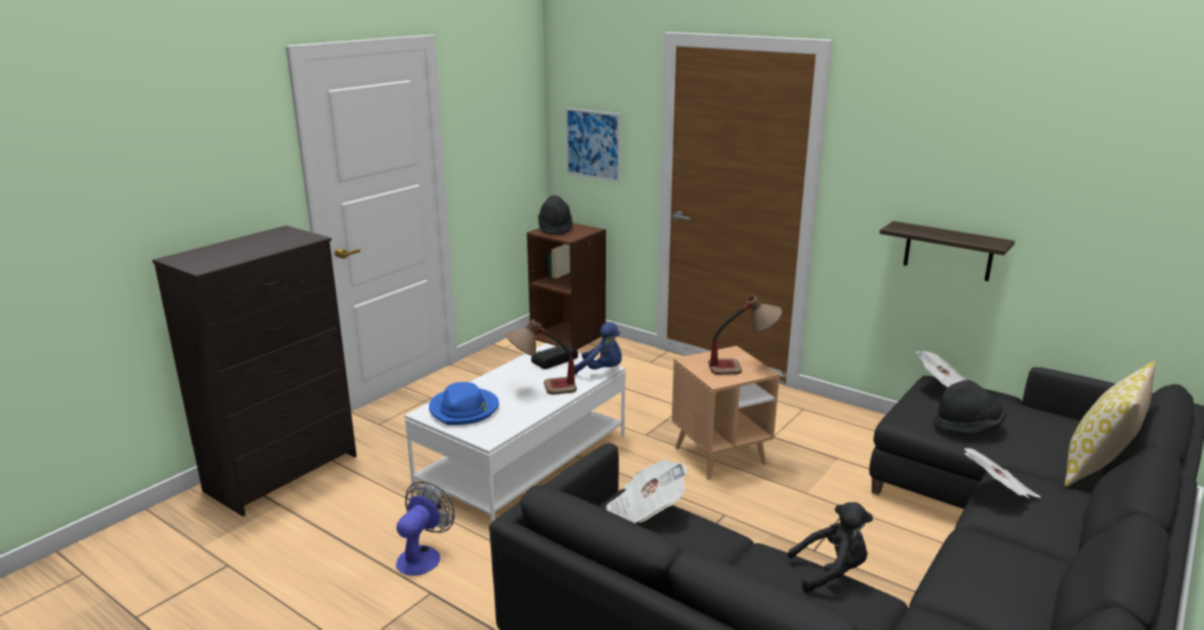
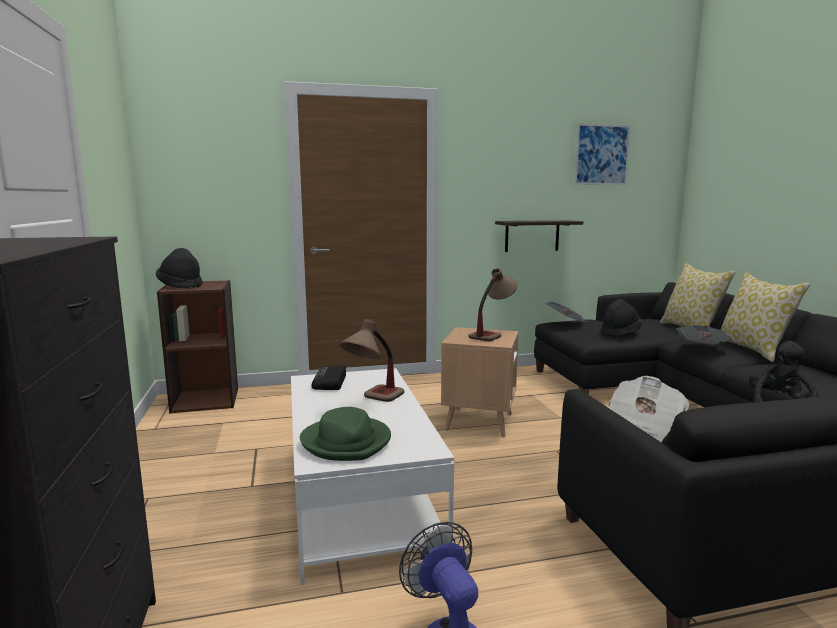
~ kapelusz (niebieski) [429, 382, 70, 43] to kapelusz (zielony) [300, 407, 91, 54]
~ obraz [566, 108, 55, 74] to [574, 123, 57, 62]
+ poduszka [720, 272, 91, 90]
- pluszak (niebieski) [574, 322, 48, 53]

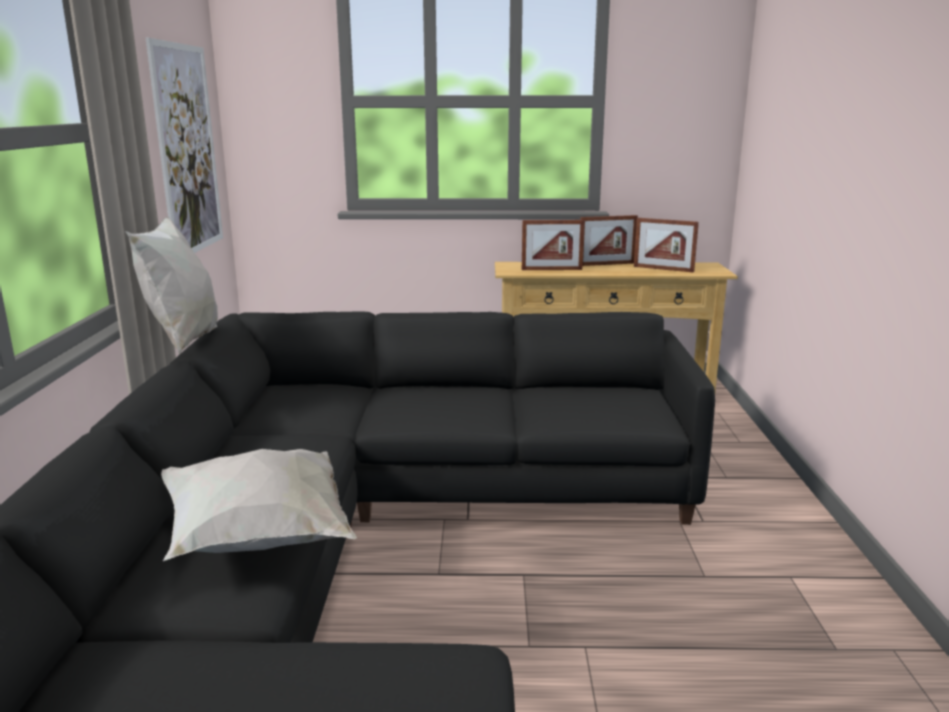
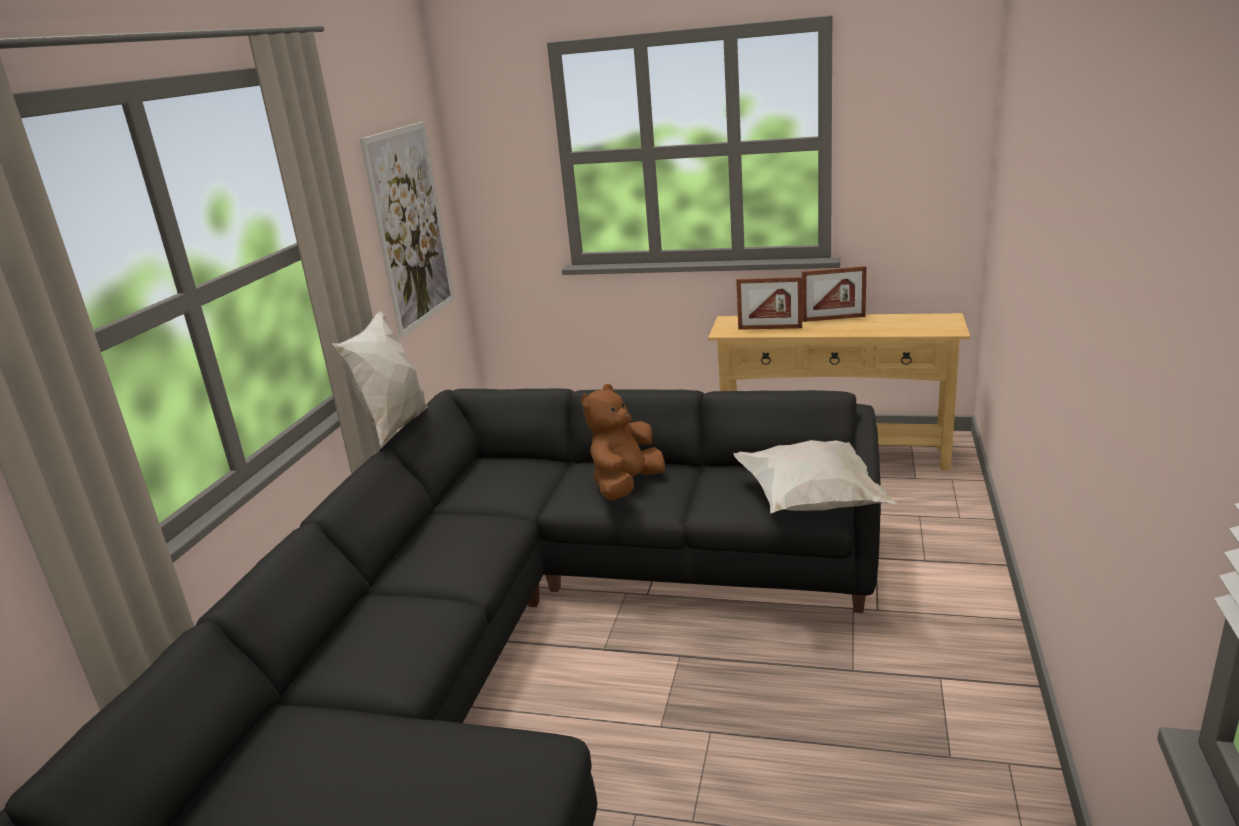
+ pluszak (brązowy) [581, 384, 84, 116]
~ poduszka (biały) [161, 449, 196, 112] to [734, 440, 164, 74]
- ramka na zdjęcie [634, 218, 65, 55]

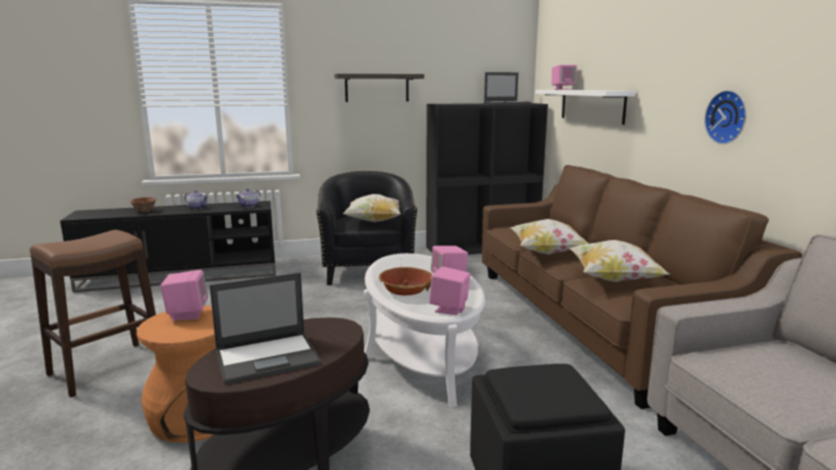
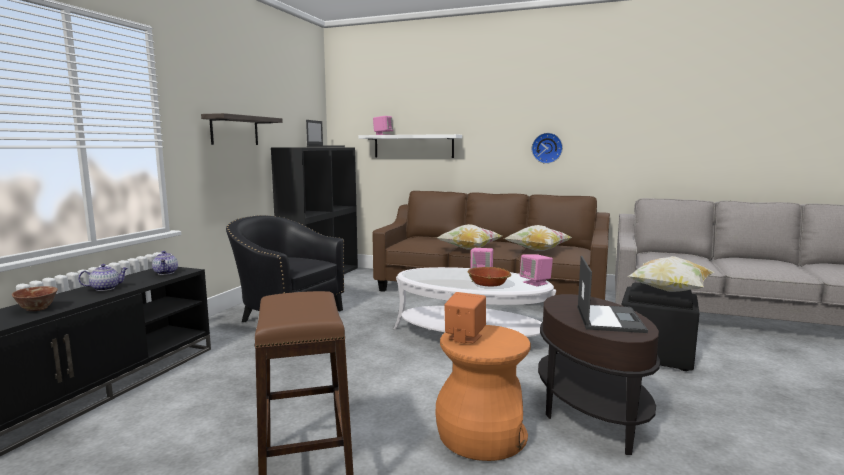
~ głośnik (różowy) [160, 270, 48, 51] to głośnik (pomarańczowy) [444, 292, 42, 51]
~ poduszka [343, 194, 58, 28] to [628, 256, 87, 36]

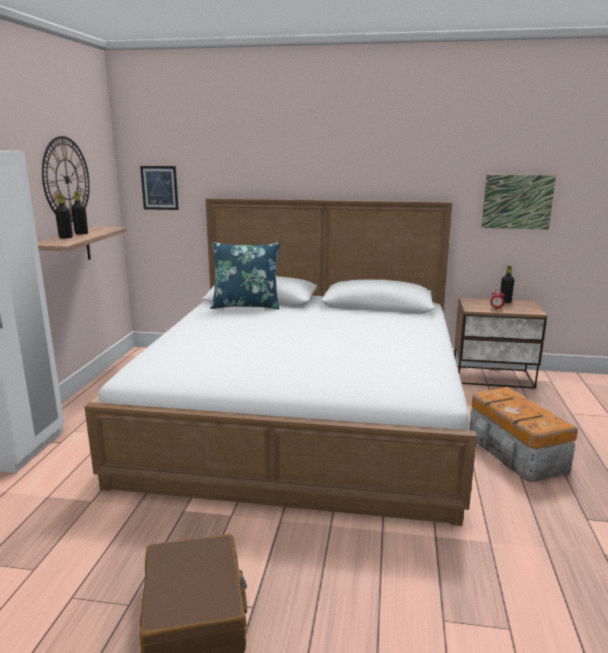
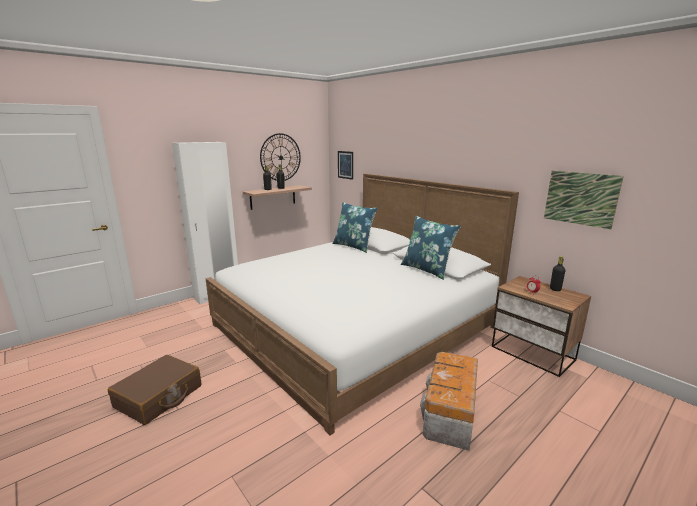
+ poduszka (niebieski) [401, 216, 60, 64]

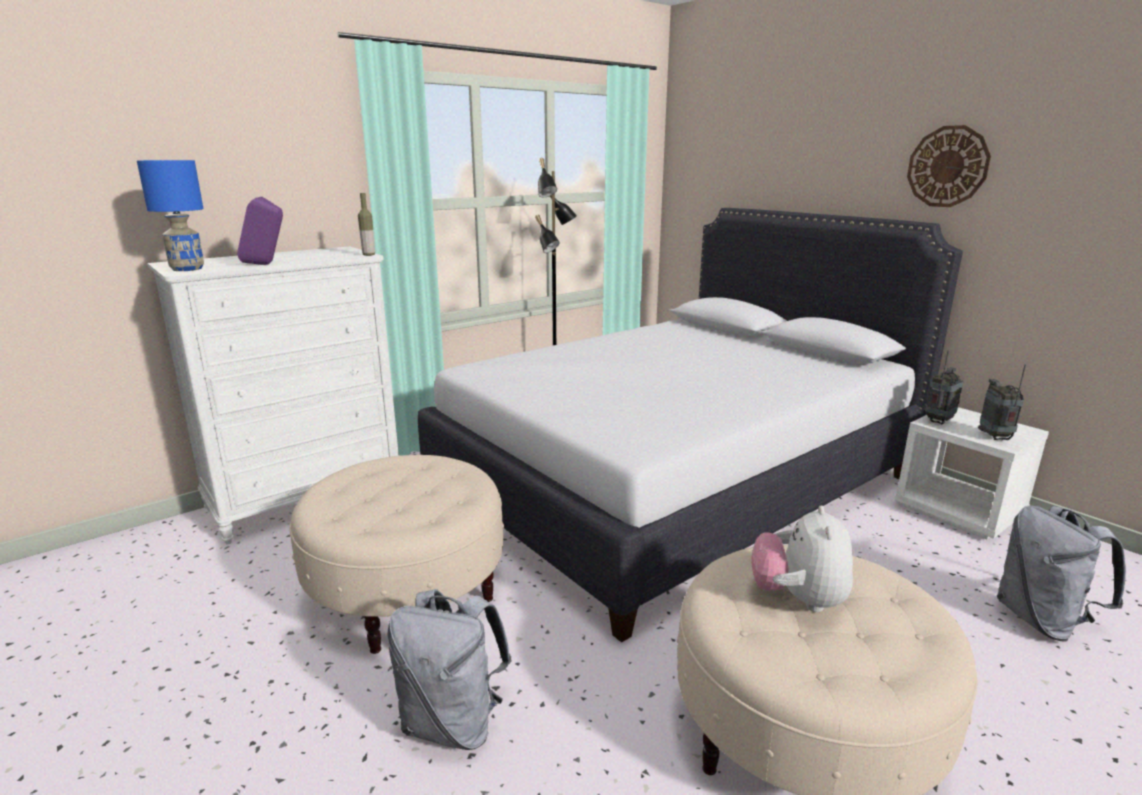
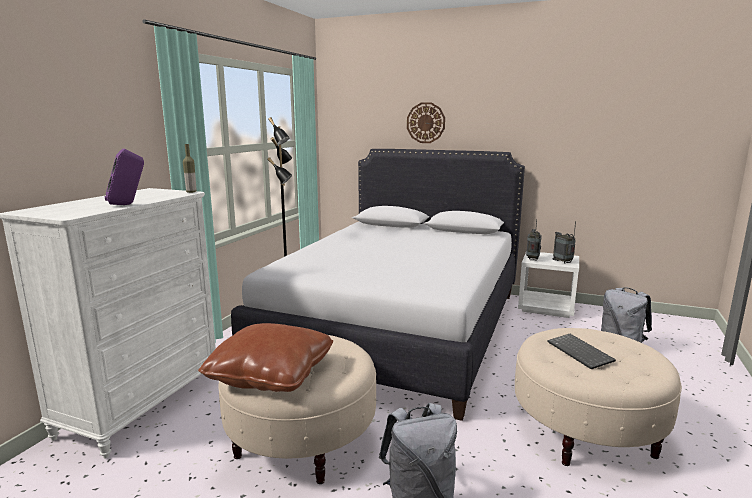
+ poduszka (brązowy) [198, 323, 135, 69]
~ zegar ścienny [907, 125, 84, 82] to [407, 102, 38, 41]
~ pluszak [751, 506, 102, 106] to klawiatura [547, 334, 69, 35]
- lampa stołowa (niebieski) [137, 160, 67, 111]

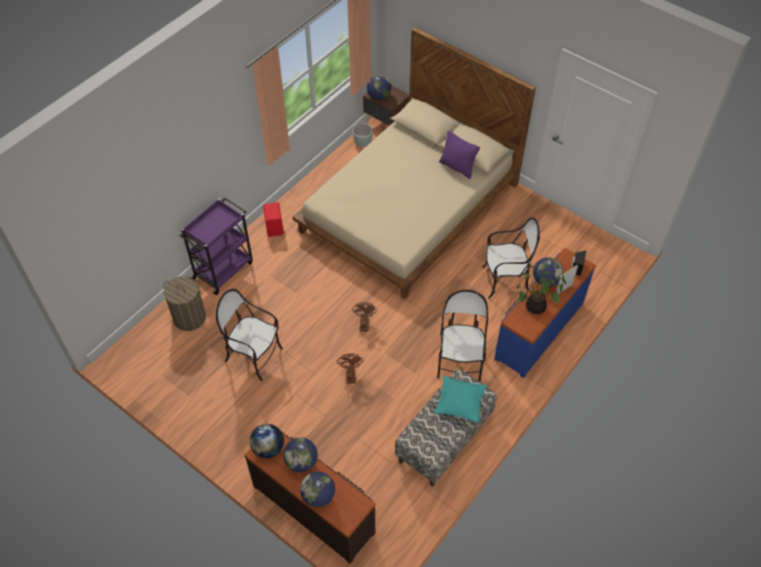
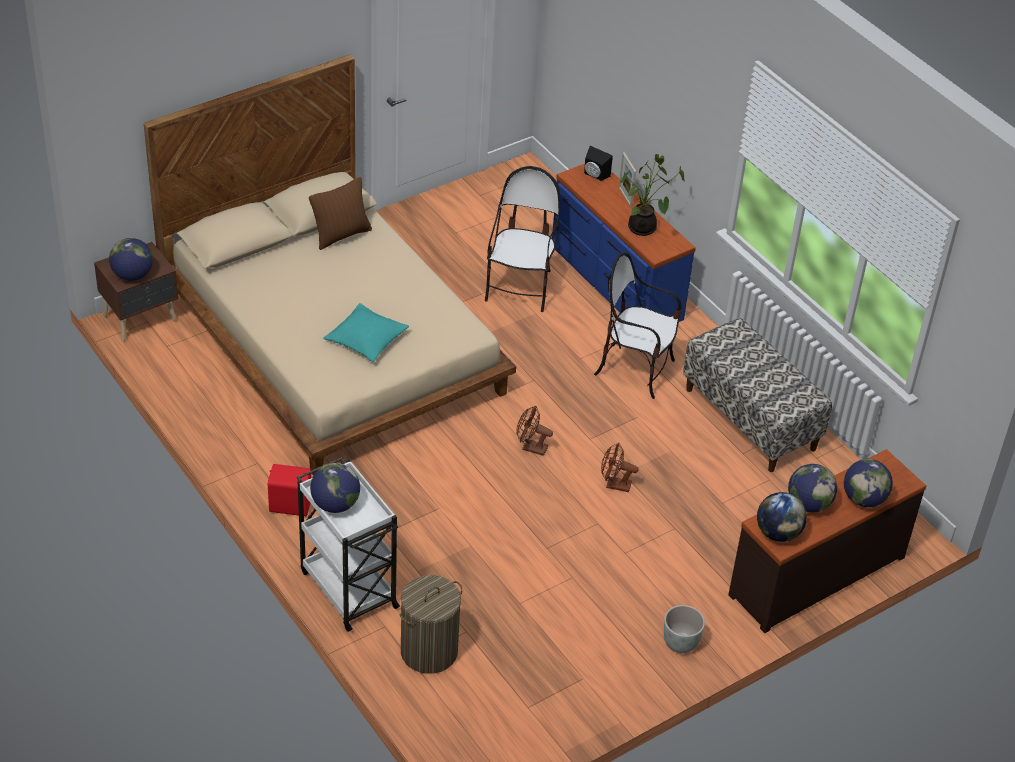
~ wózek (fioletowy) [179, 197, 74, 98] to wózek (biały) [297, 457, 103, 175]
~ poduszka (fioletowy) [439, 131, 41, 48] to poduszka (brązowy) [309, 177, 63, 73]
~ globus [533, 257, 30, 30] to [310, 463, 50, 50]
~ poduszka (turkusowy) [434, 376, 53, 47] to [323, 303, 86, 59]
~ donica (szary) [353, 123, 20, 24] to [664, 605, 41, 48]
- krzesło [216, 289, 67, 92]

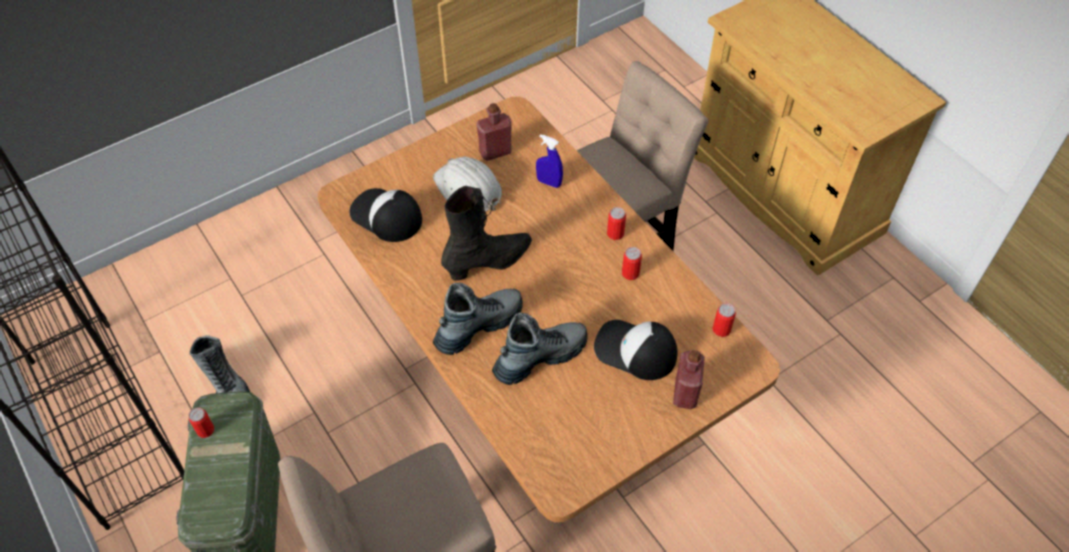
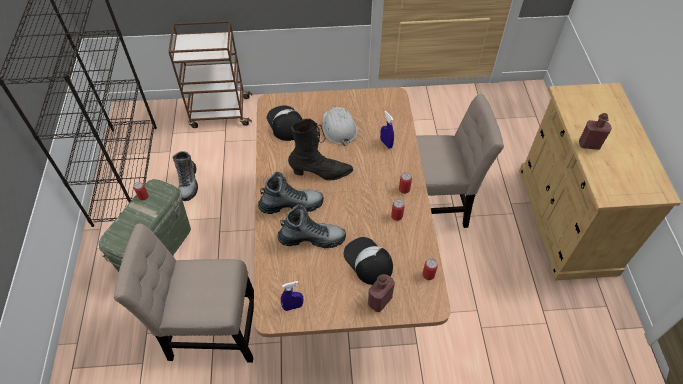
+ wózek (brązowy) [168, 21, 84, 107]
+ spryskiwacz (niebieski) [281, 281, 22, 30]
~ butelka (czerwony) [477, 103, 35, 58] to [579, 113, 33, 37]

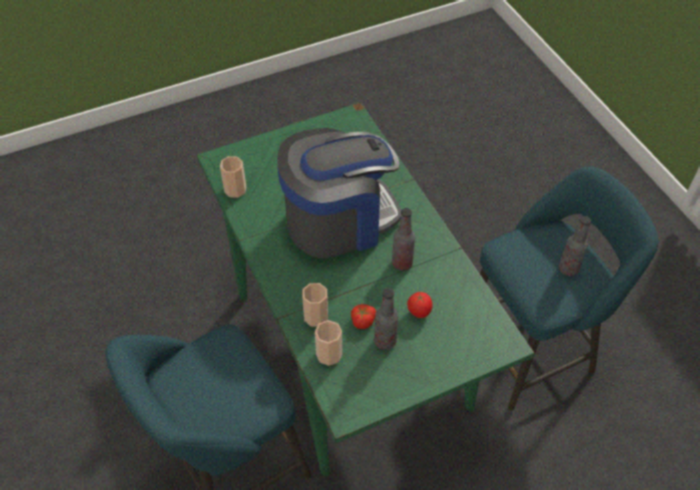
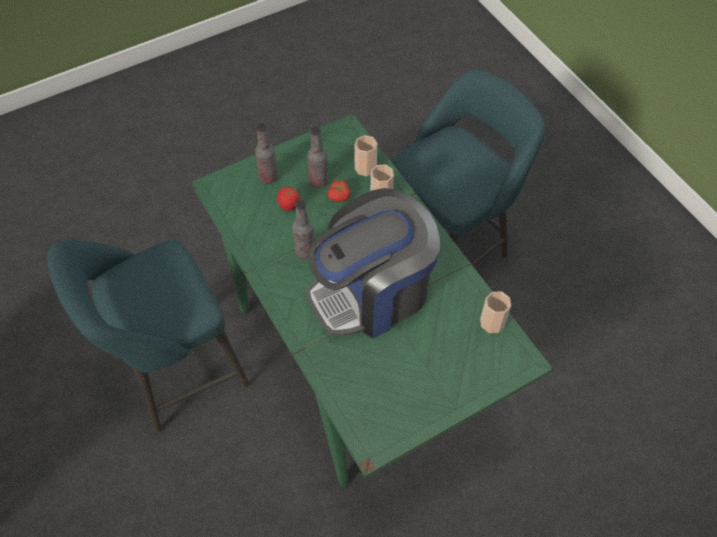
~ butelka [559, 216, 32, 60] to [255, 123, 23, 61]

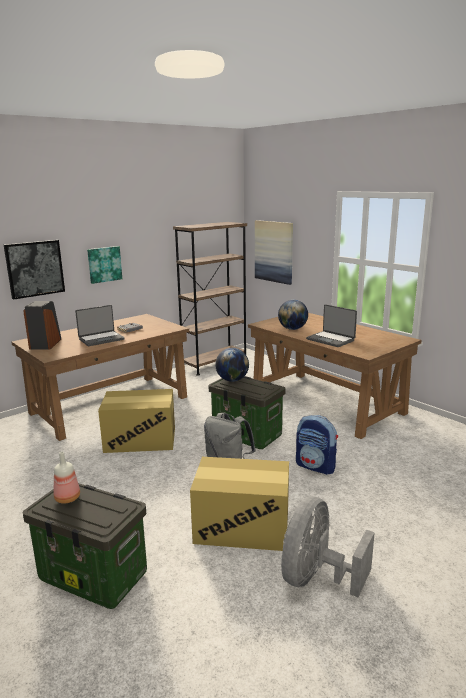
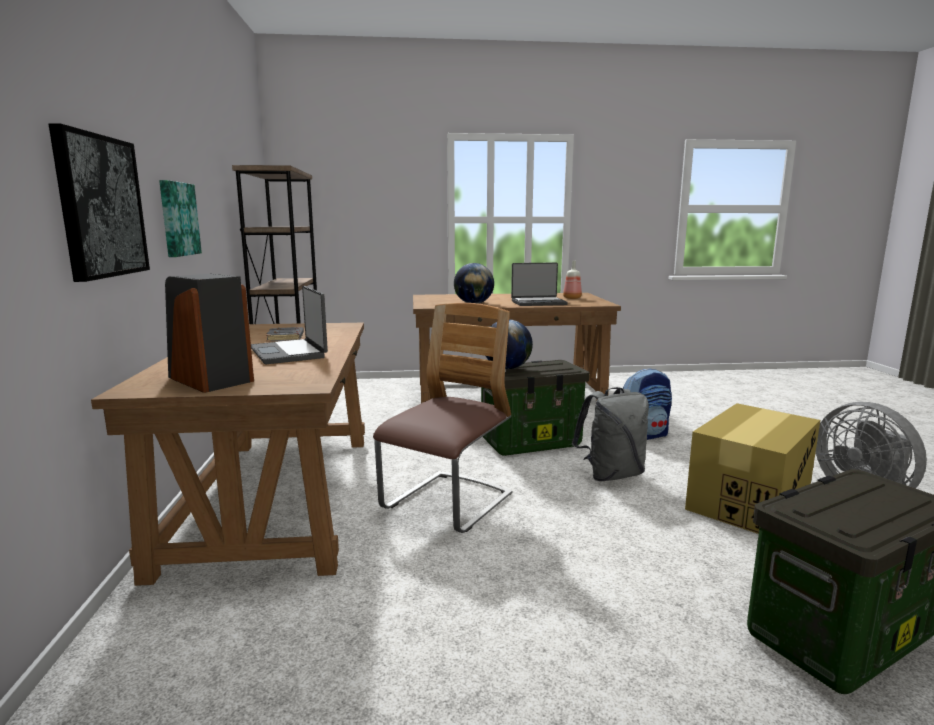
~ laptop [75, 305, 49, 41] = [251, 286, 77, 78] 150 degrees clockwise
~ karton [98, 389, 77, 64] to krzesło [373, 303, 140, 230]
~ butelka [53, 452, 27, 52] to [563, 260, 19, 39]
- obraz [255, 220, 38, 65]

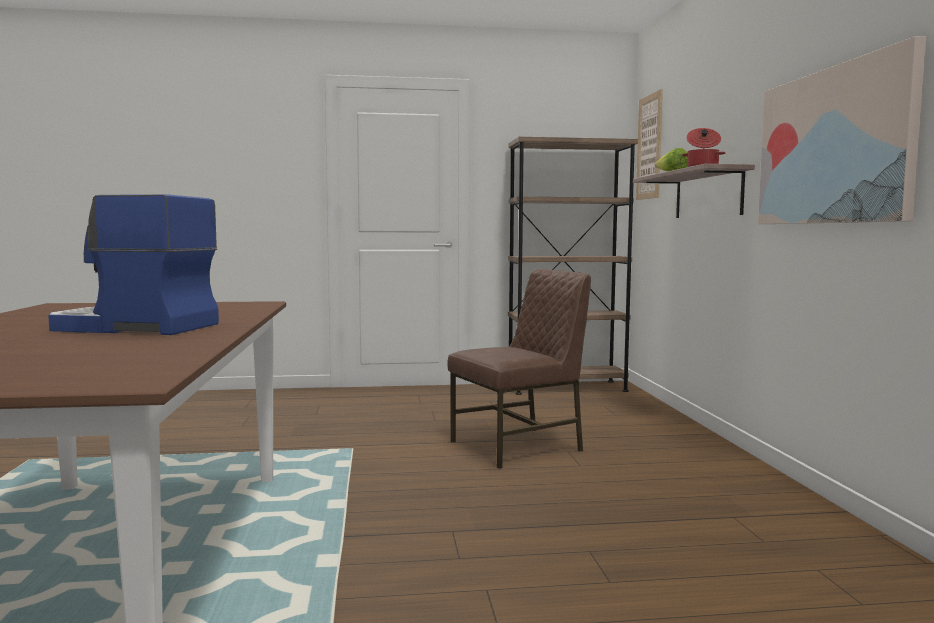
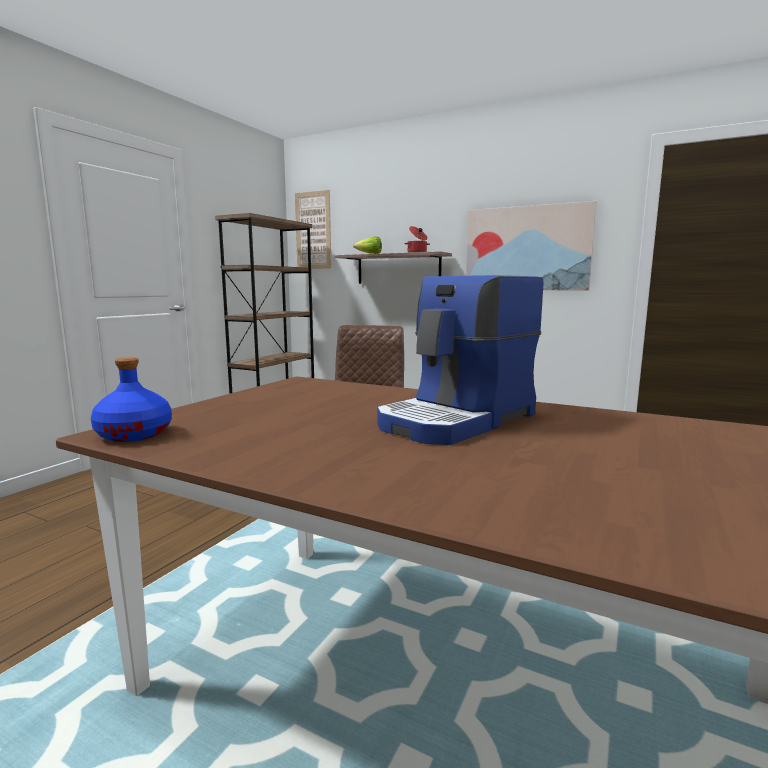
+ butelka (niebieski) [91, 357, 81, 85]

